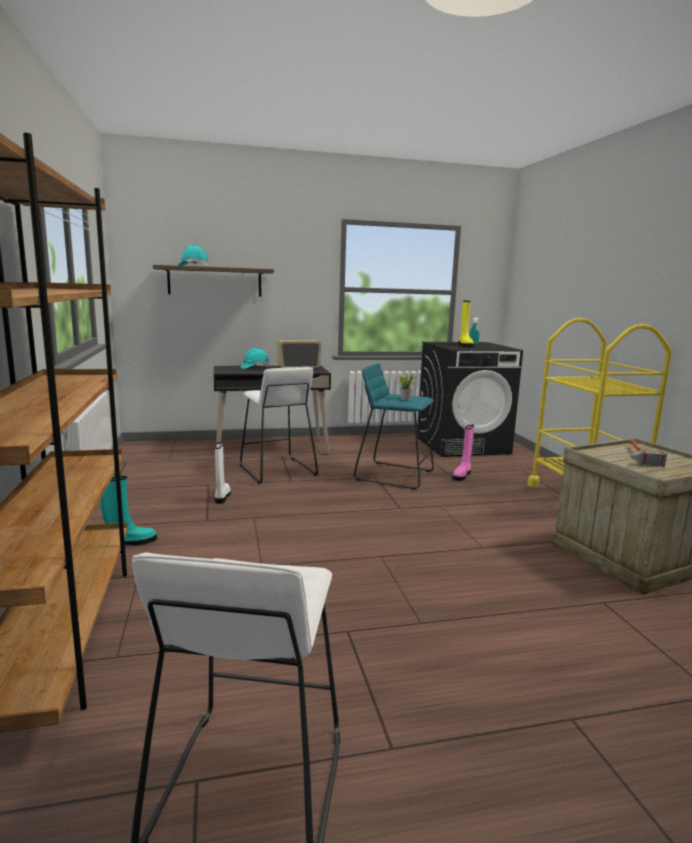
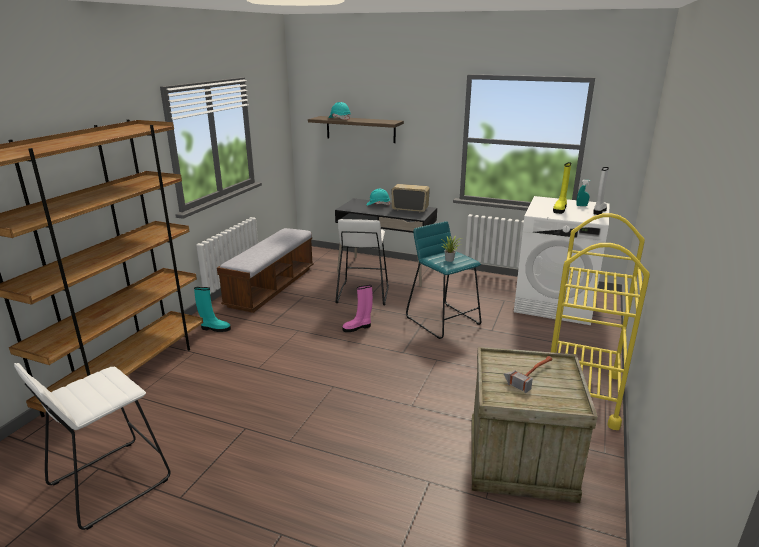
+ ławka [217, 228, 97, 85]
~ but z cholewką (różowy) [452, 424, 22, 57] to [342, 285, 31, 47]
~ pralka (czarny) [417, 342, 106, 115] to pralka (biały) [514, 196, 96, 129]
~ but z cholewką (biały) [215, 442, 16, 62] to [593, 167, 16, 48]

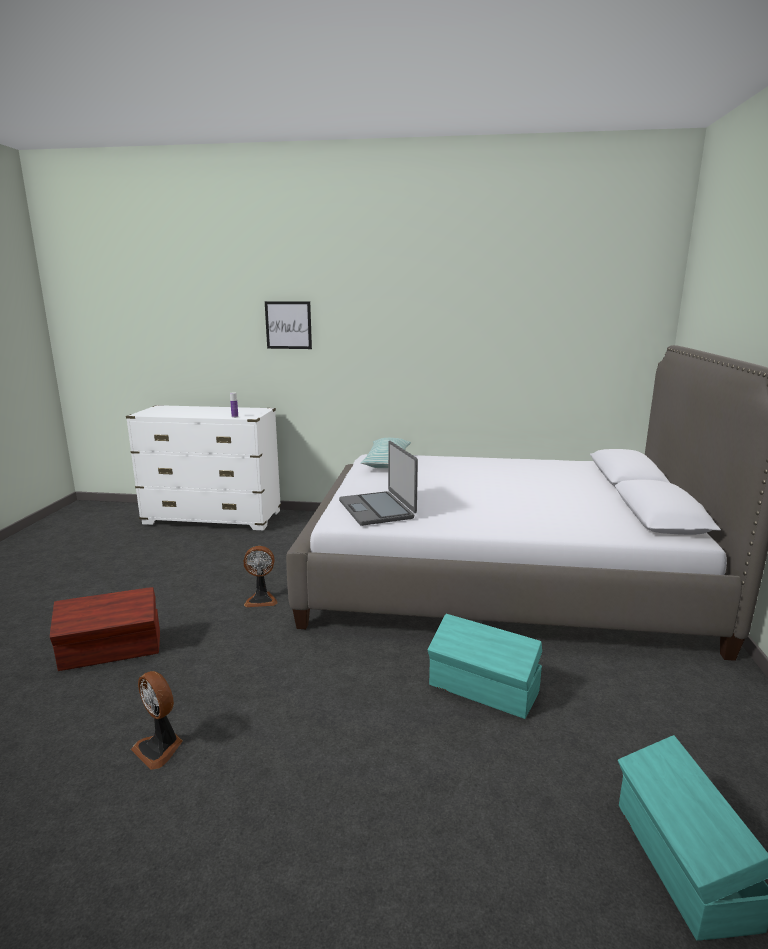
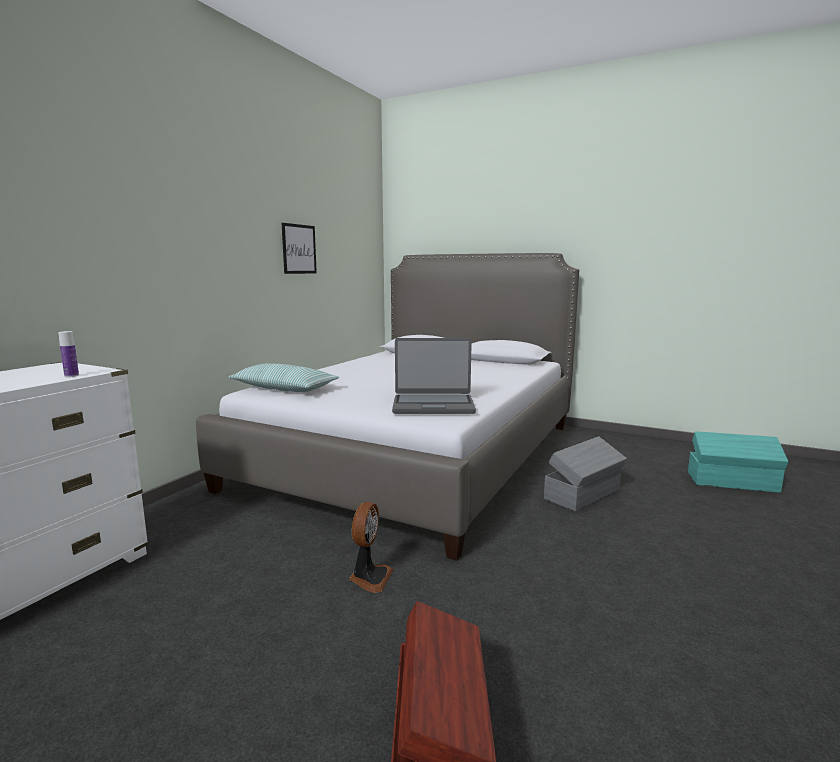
~ obraz [265, 301, 47, 48] to [282, 223, 35, 51]
~ pojemnik do przechowywania (turkusowy) [428, 614, 114, 105] to pojemnik do przechowywania (szary) [544, 436, 83, 76]
- wentylator [131, 671, 52, 99]

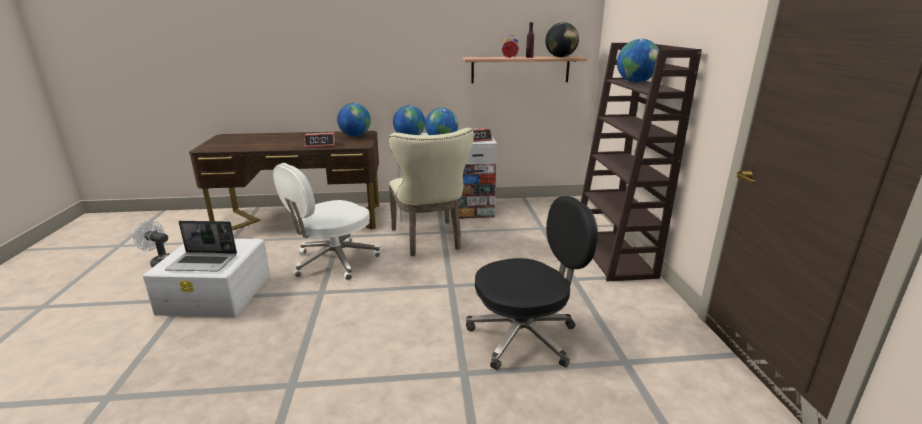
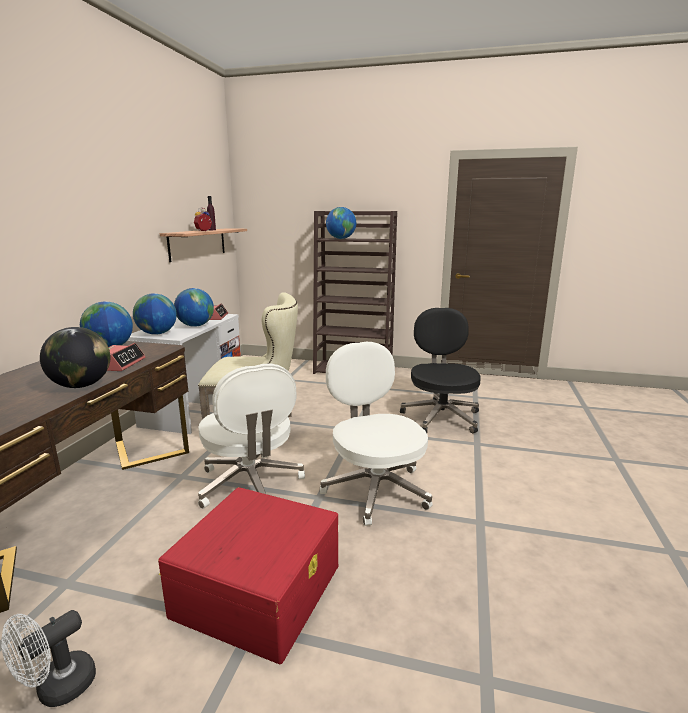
~ globus [545, 22, 34, 35] to [40, 327, 70, 61]
~ pojemnik do przechowywania (biały) [142, 239, 128, 78] to pojemnik do przechowywania (czerwony) [158, 487, 180, 177]
+ krzesło biurowe (biały) [320, 342, 113, 184]
- laptop [165, 221, 72, 51]

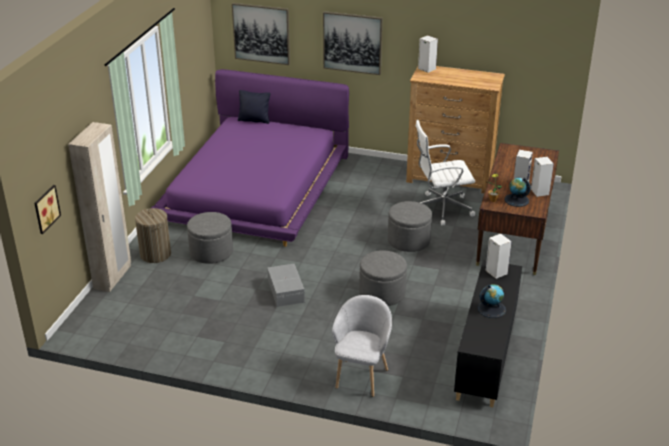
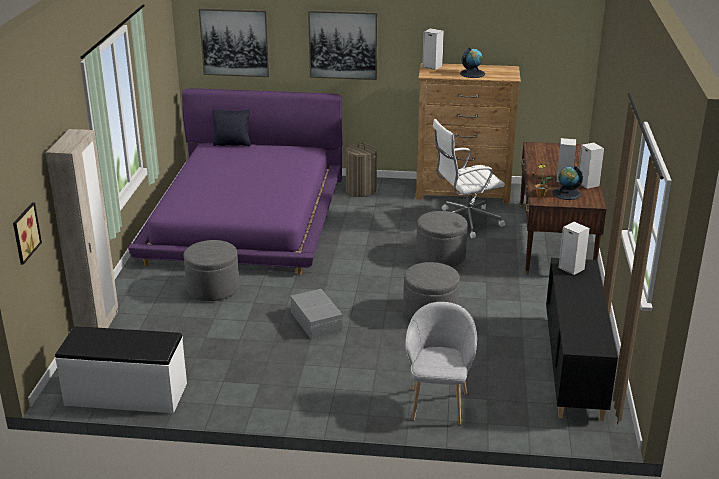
+ ławka (biały) [55, 326, 132, 87]
~ kosz na pranie [135, 208, 36, 55] to [345, 142, 32, 55]
~ globus [478, 284, 28, 34] to [460, 47, 25, 31]

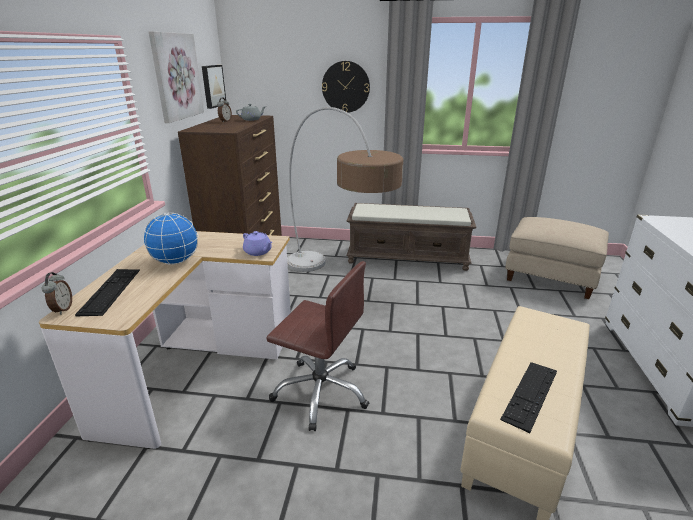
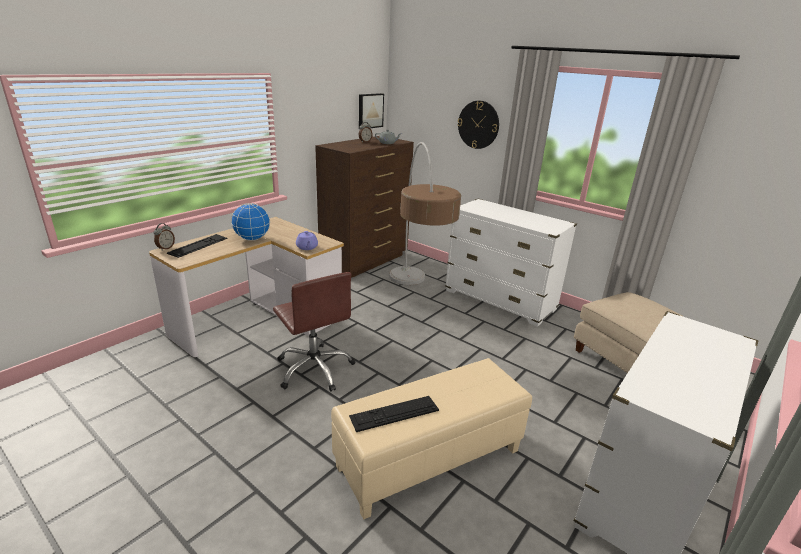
~ ławka (brązowy) [346, 203, 131, 68] to komoda (biały) [445, 199, 132, 128]
- obraz [149, 31, 55, 92]

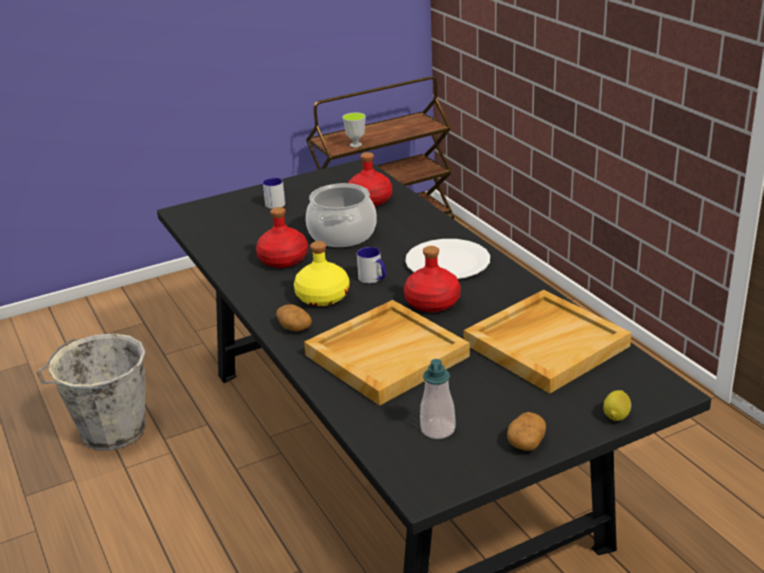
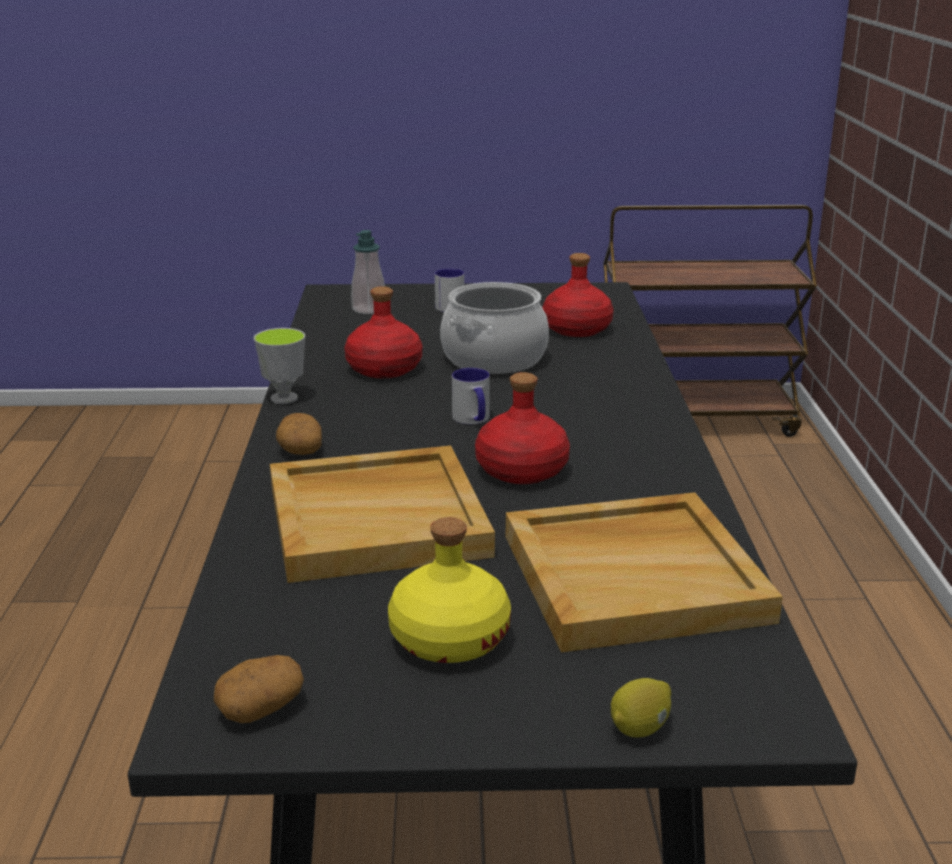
~ ziemniak [507, 412, 39, 39] to [214, 655, 90, 68]
~ filiżanka [343, 113, 23, 35] to [254, 328, 51, 76]
~ dozownik mydła [420, 359, 36, 80] to [351, 230, 34, 84]
~ butelka (żółty) [294, 241, 56, 65] to [388, 517, 123, 146]
- wiadro (szary) [36, 333, 110, 118]
- talerz (biały) [405, 239, 85, 40]

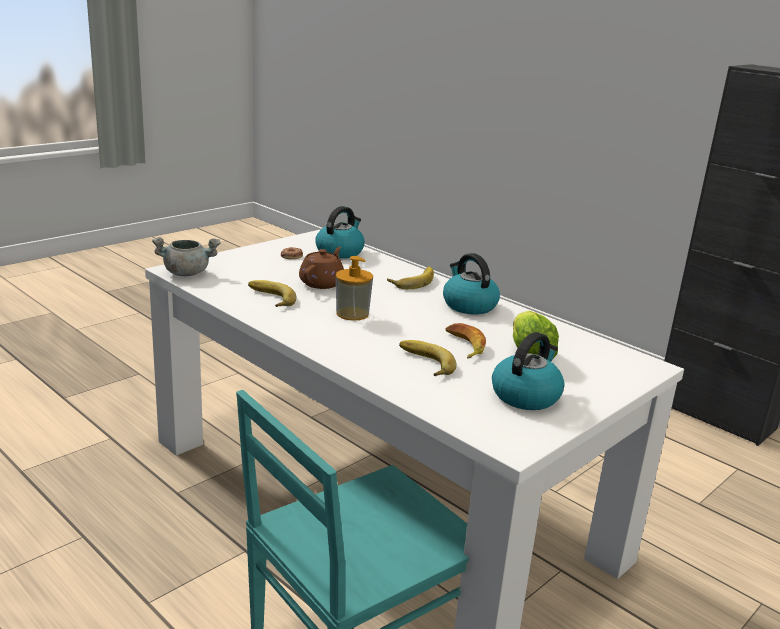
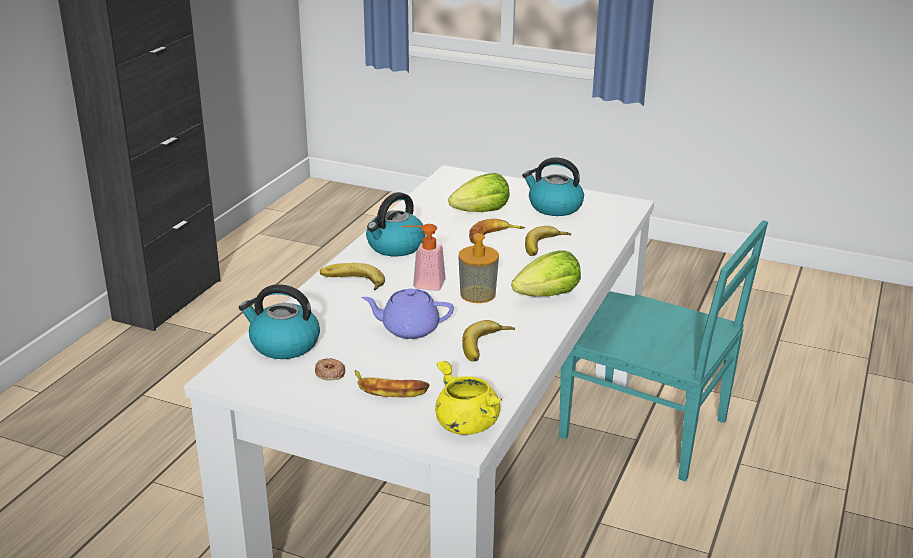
+ banan [355, 370, 74, 27]
~ imbryk (brązowy) [299, 247, 45, 42] to imbryk (fioletowy) [362, 289, 92, 50]
+ dozownik mydła [402, 224, 44, 67]
~ garnek (szary) [152, 237, 68, 39] to garnek (żółty) [435, 361, 67, 74]
+ sałata [512, 250, 69, 46]

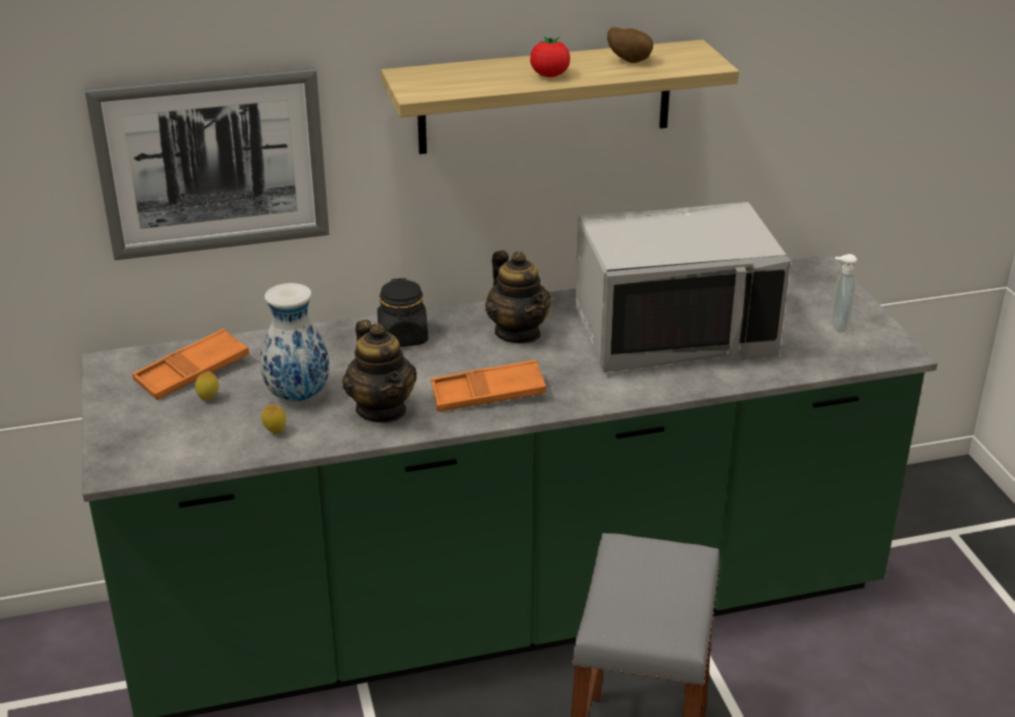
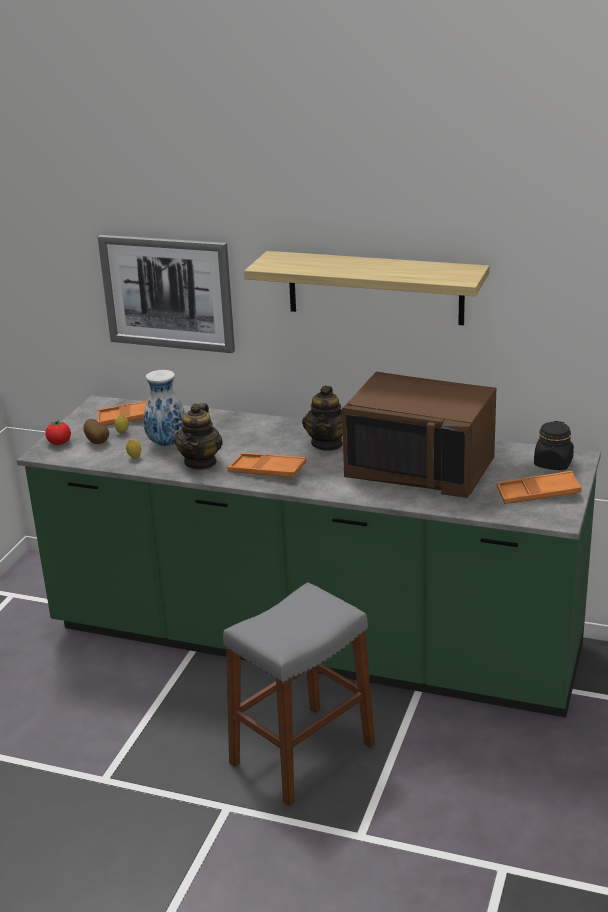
~ pomidor [530, 36, 40, 41] to [45, 419, 26, 26]
~ ziemniak [607, 27, 46, 36] to [83, 419, 26, 25]
~ mikrofalówka (szary) [575, 202, 216, 171] to mikrofalówka (brązowy) [342, 372, 154, 126]
~ dozownik mydła [832, 254, 25, 79] to taca (pomarańczowy) [497, 471, 85, 33]
~ słoik (czarny) [377, 278, 51, 69] to [534, 421, 40, 49]

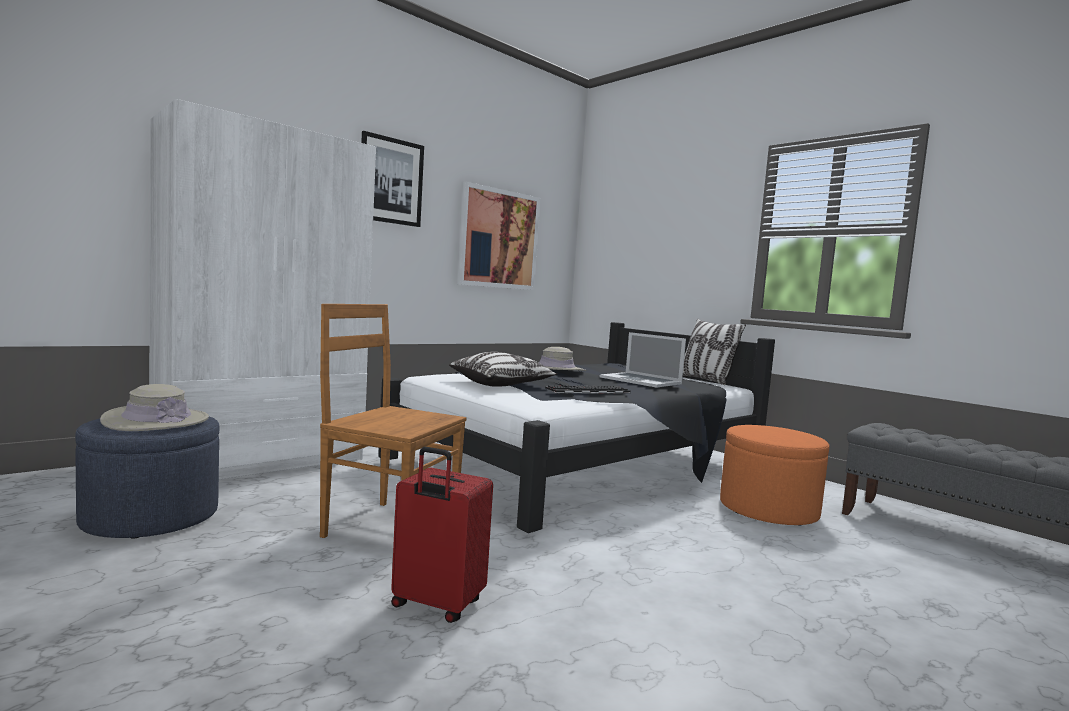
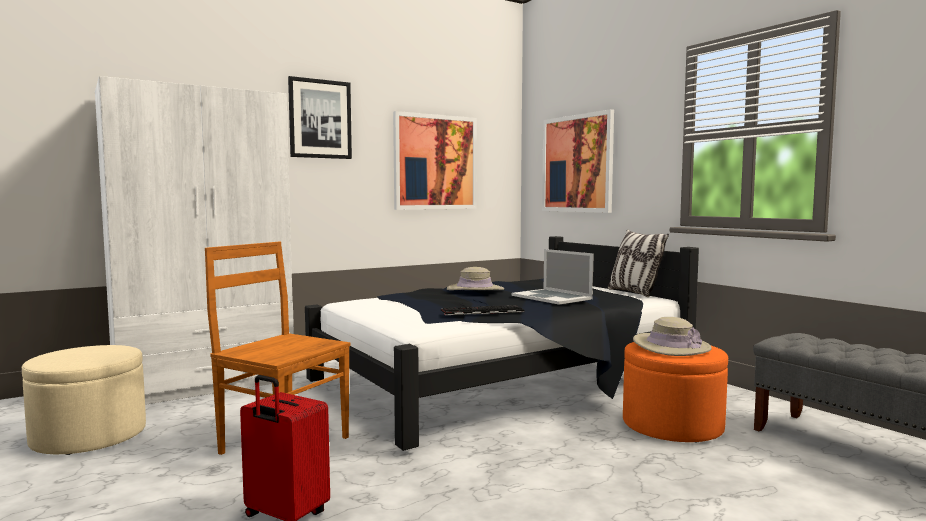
~ pufa (niebieski) [75, 417, 144, 122] to pufa (beżowy) [22, 345, 124, 110]
+ obraz [542, 109, 72, 104]
~ kapelusz (beżowy) [100, 384, 109, 47] to [633, 317, 79, 39]
- poduszka [449, 352, 108, 35]

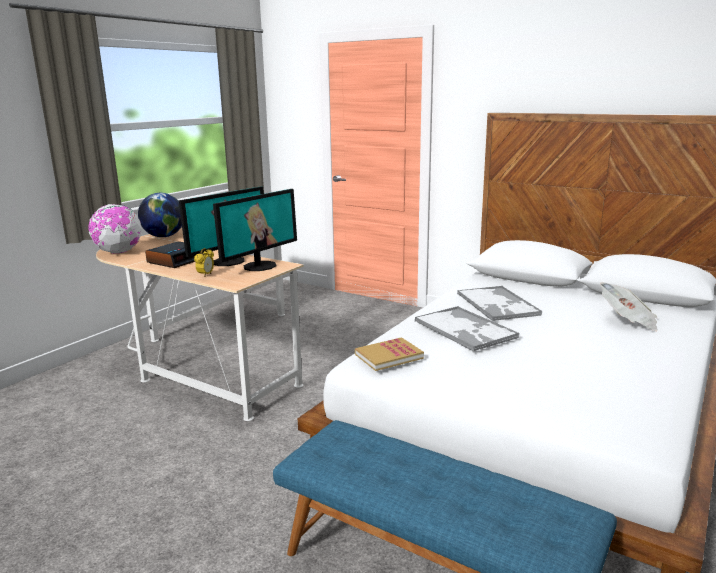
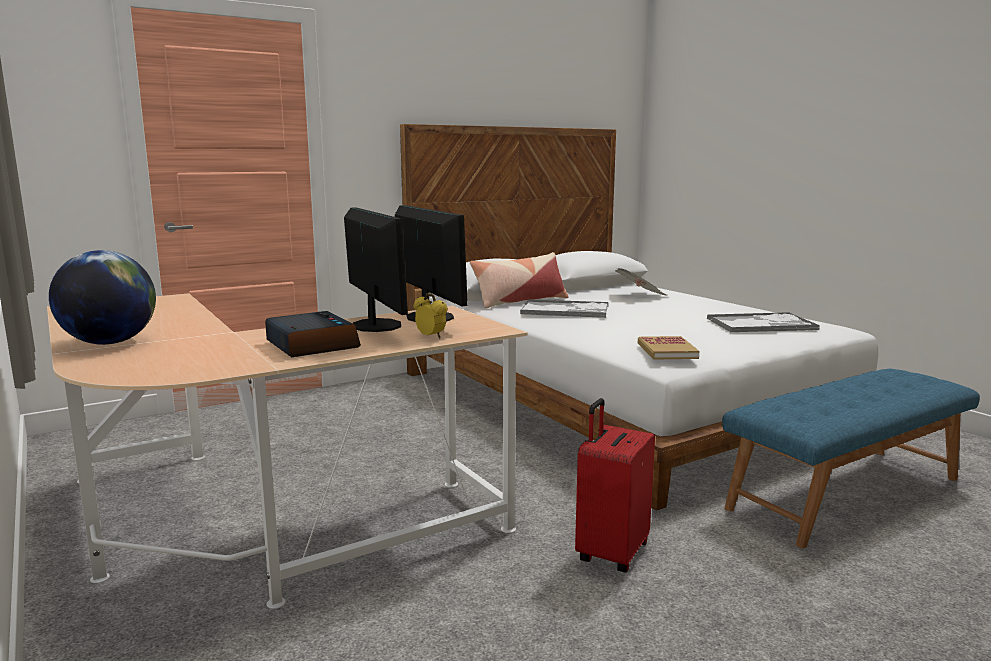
+ poduszka [470, 252, 98, 56]
+ walizka (czerwony) [575, 398, 80, 174]
~ taca [415, 306, 105, 46] to [707, 312, 113, 20]
- globus [88, 204, 54, 49]

